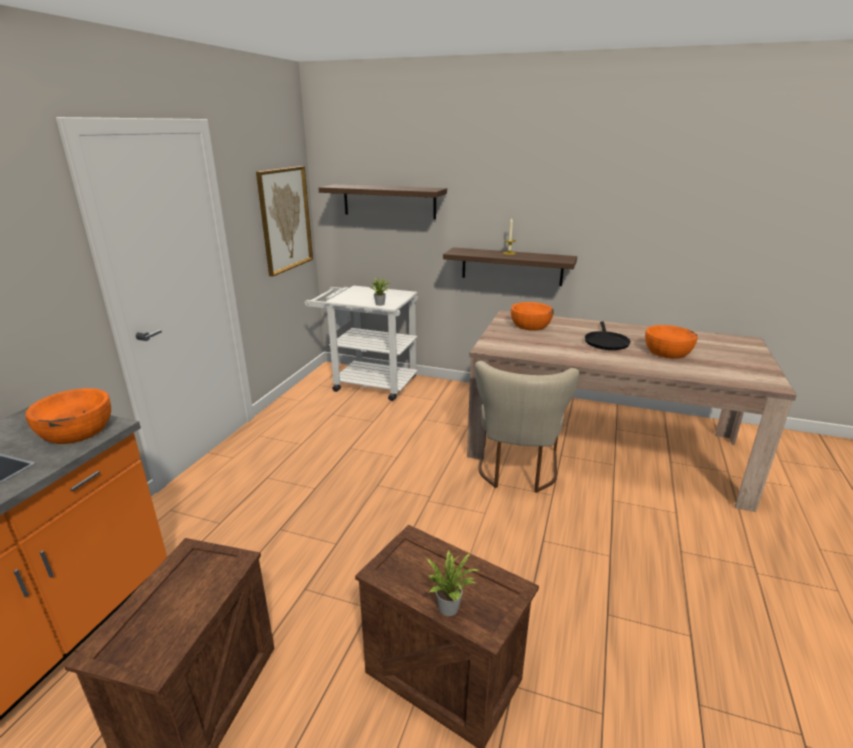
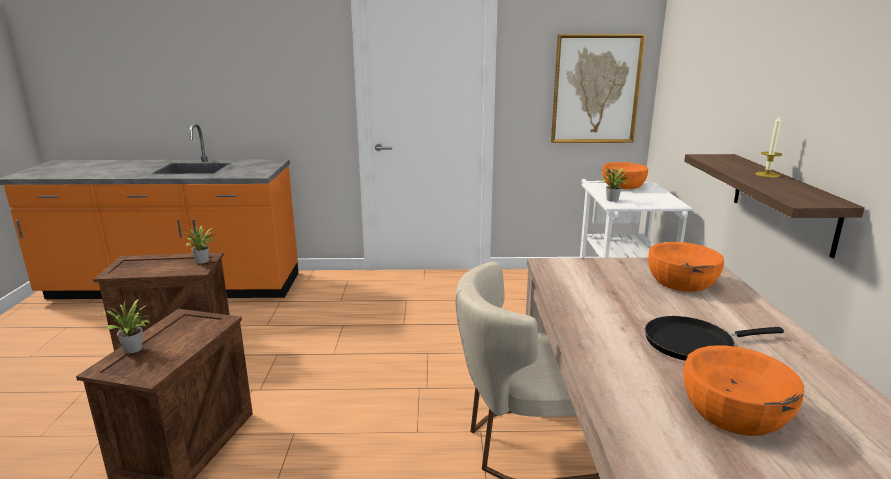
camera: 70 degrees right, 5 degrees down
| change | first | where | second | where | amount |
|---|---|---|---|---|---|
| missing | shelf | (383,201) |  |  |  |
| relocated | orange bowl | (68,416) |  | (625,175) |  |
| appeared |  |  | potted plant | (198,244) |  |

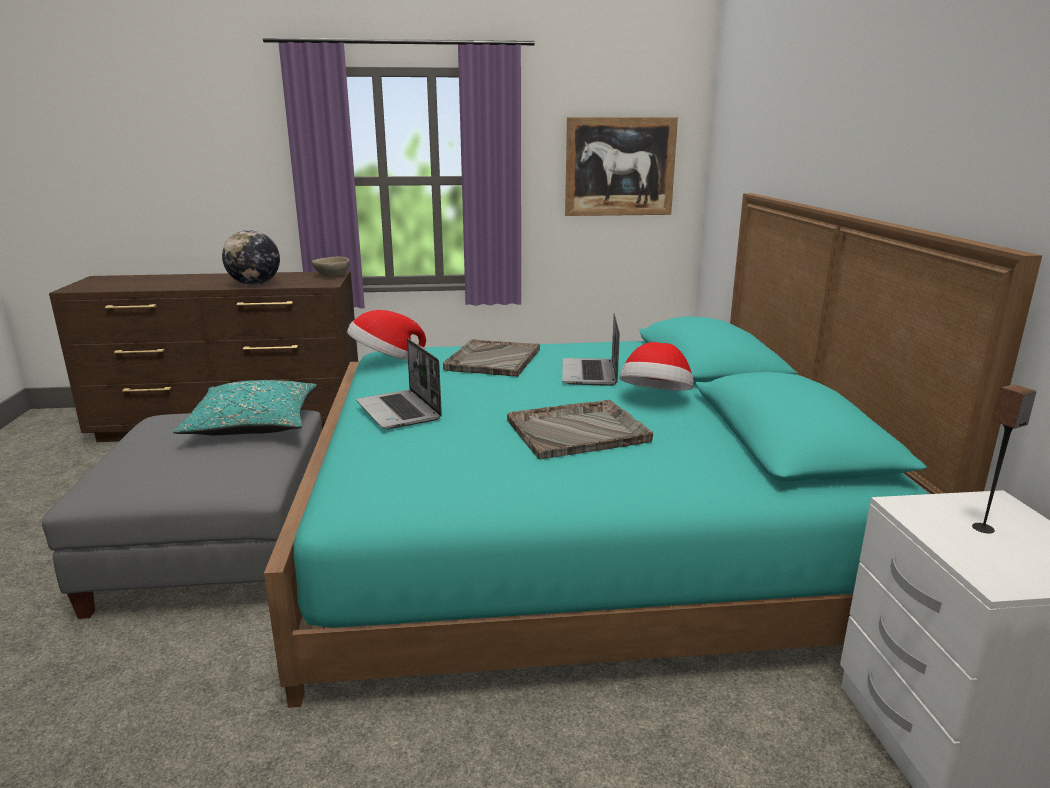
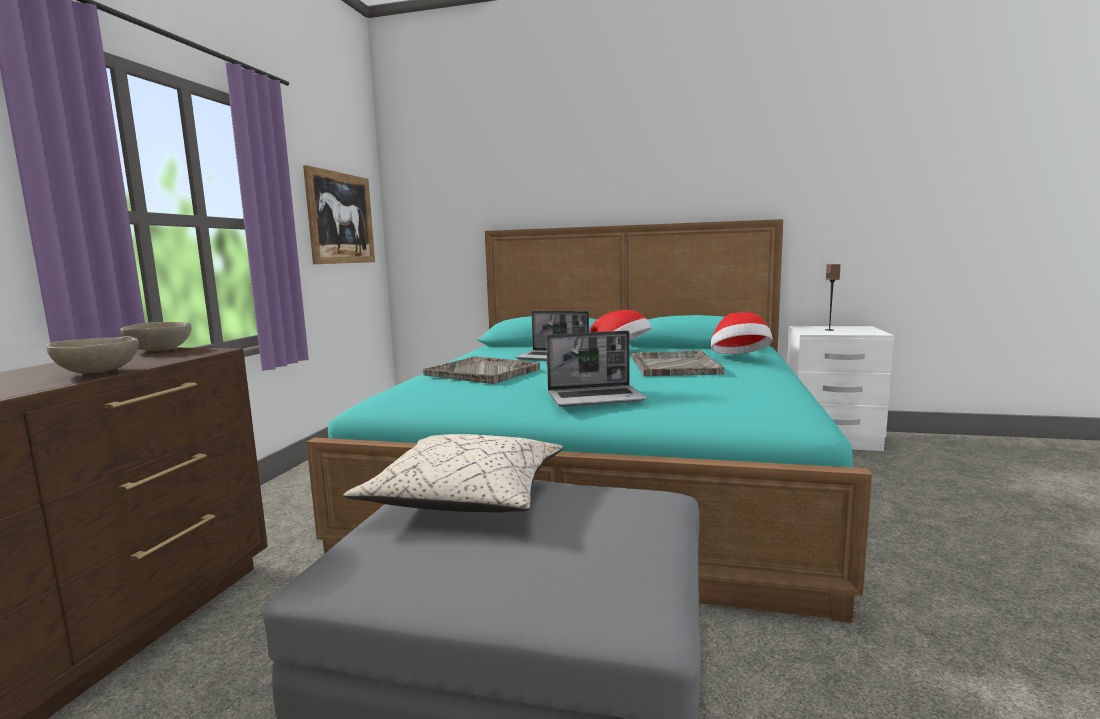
camera: 70 degrees left, 10 degrees down
| change | first | where | second | where | amount |
|---|---|---|---|---|---|
| exchanged | globe | (251,257) | beige bowl | (92,354) |  |
| relocated | hat | (386,335) |  | (742,333) |  |
| colour | turquoise pillow | (245,407) | beige pillow | (453,473) |  |

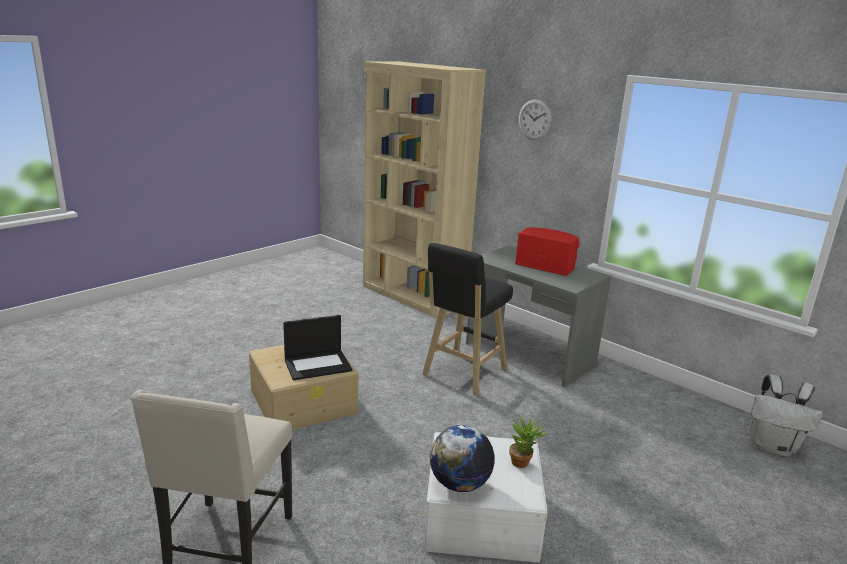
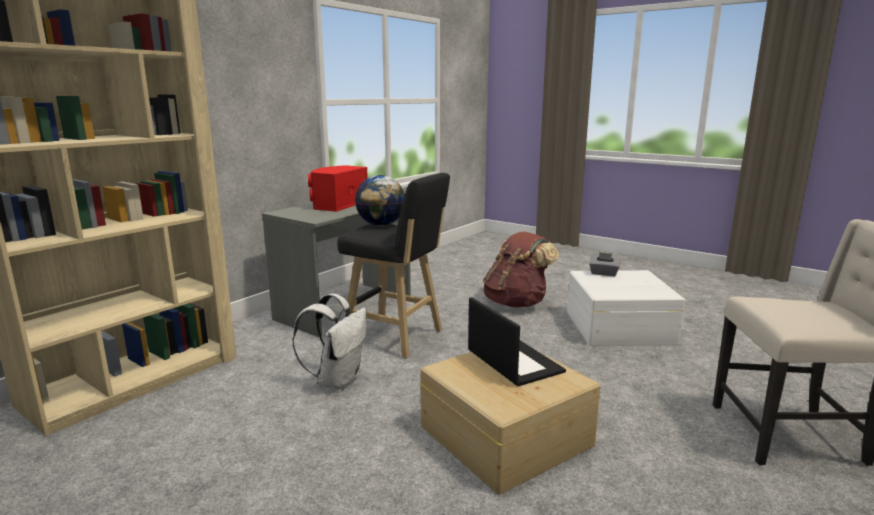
camera: 95 degrees left, 5 degrees down
| change | first | where | second | where | amount |
|---|---|---|---|---|---|
| missing | wall clock | (535,119) |  |  |  |
| relocated | white backpack | (786,416) |  | (329,342) |  |
| exchanged | potted plant | (528,441) | grey tissue box | (605,264) |  |
| relocated | globe | (462,458) |  | (380,200) |  |
| appeared |  |  | brown backpack | (521,269) |  |

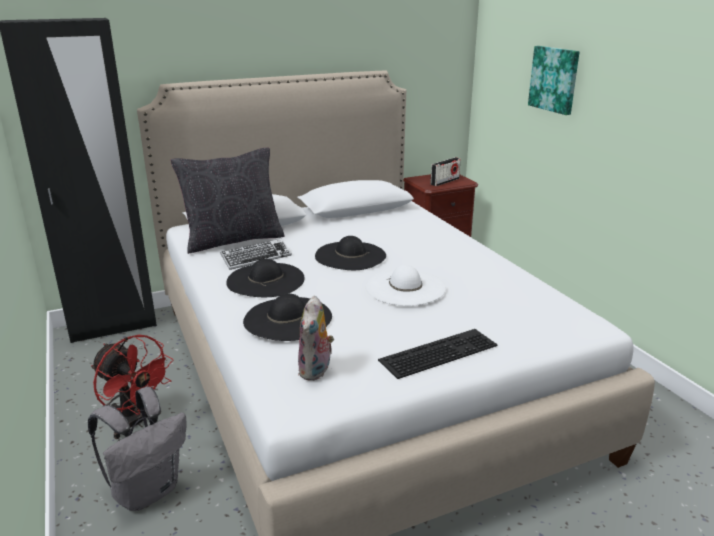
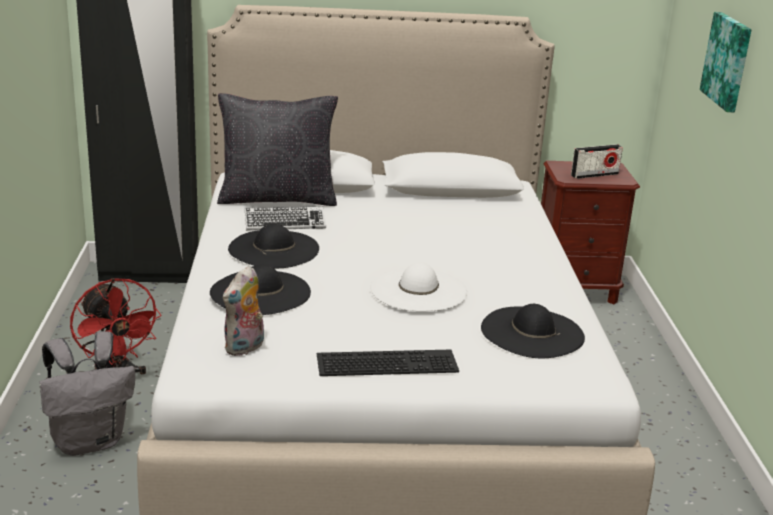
camera: 20 degrees right, 0 degrees up
| change | first | where | second | where | amount |
|---|---|---|---|---|---|
| relocated | black hat | (350,253) |  | (533,331) |  |

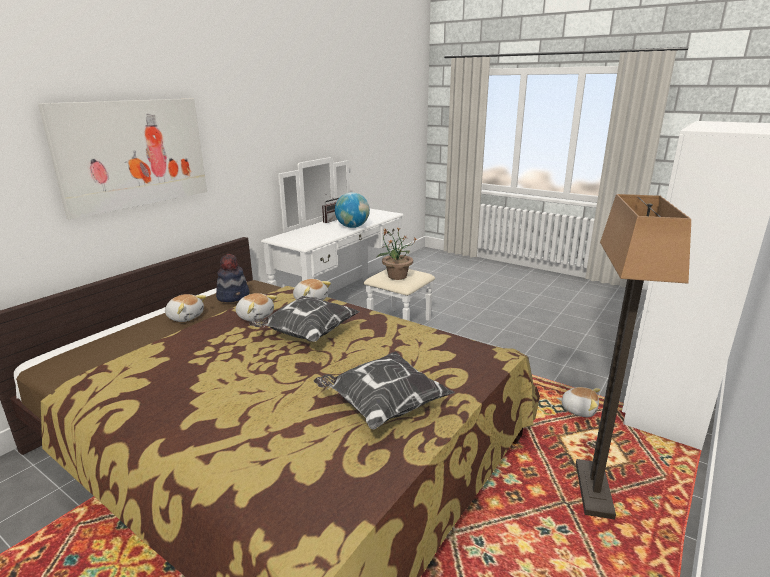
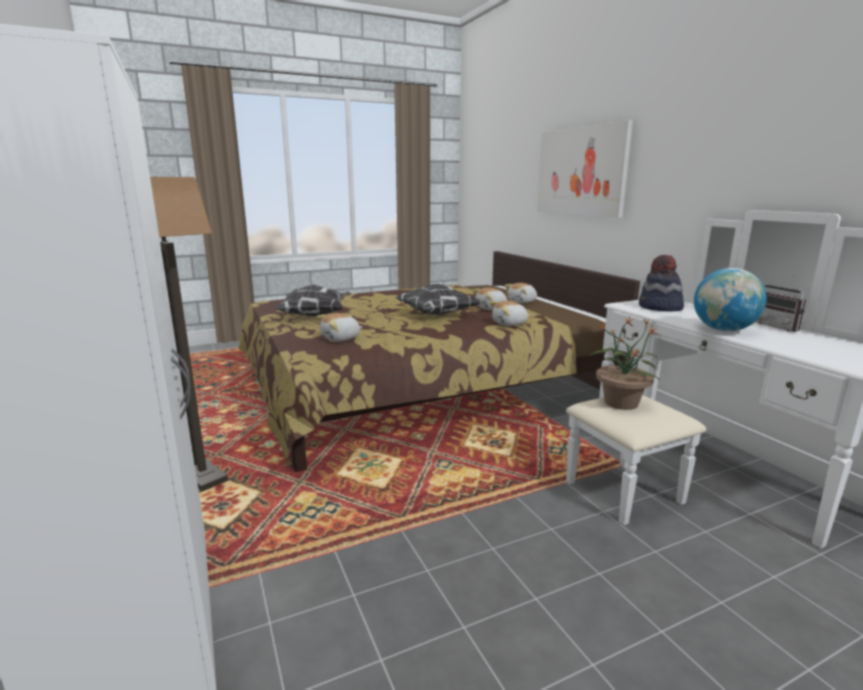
camera: 120 degrees right, 5 degrees down
| change | first | where | second | where | amount |
|---|---|---|---|---|---|
| relocated | hat | (233,278) |  | (661,283) |  |
| relocated | plush toy | (578,402) |  | (339,327) |  |

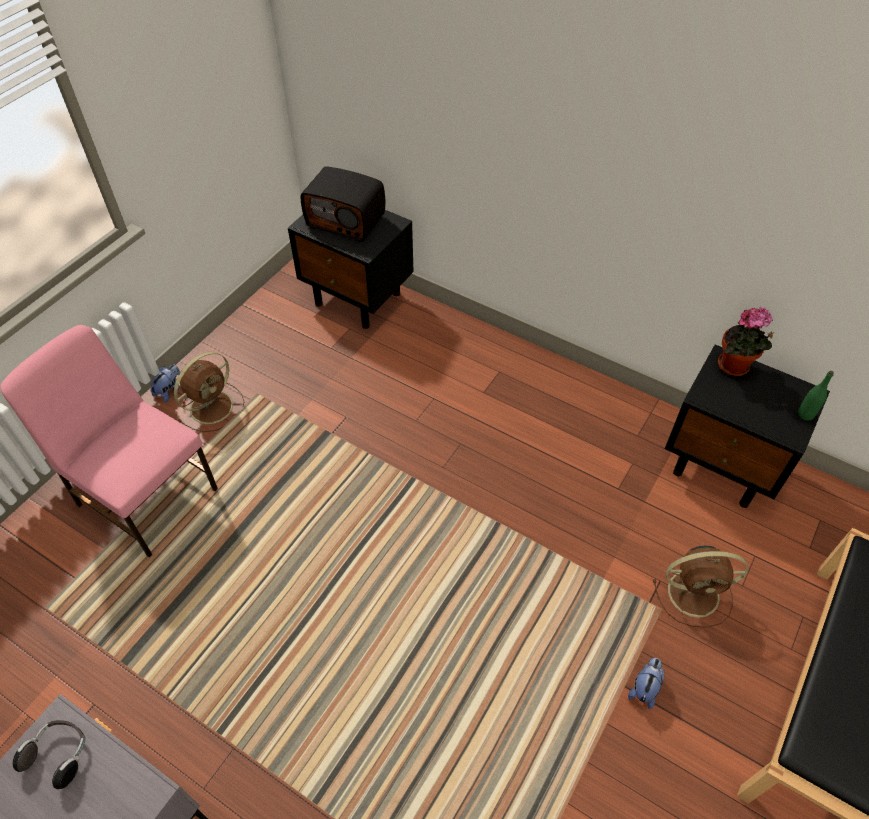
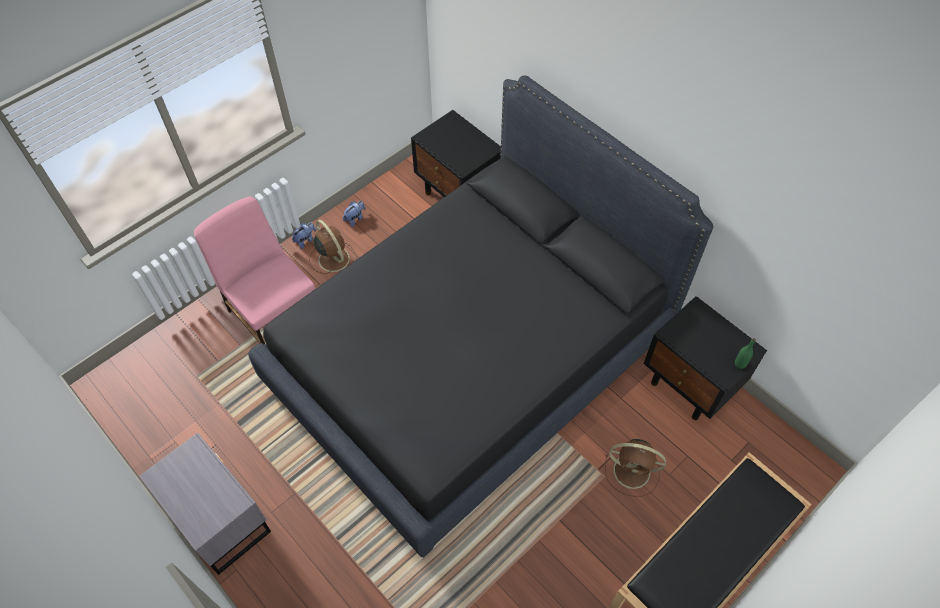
camera: 15 degrees right, 5 degrees up
| change | first | where | second | where | amount |
|---|---|---|---|---|---|
| missing | radio | (343,204) |  |  |  |
| missing | potted plant | (745,341) |  |  |  |
| spun | brown fan | (209,392) |  | (333,247) | 90 degrees counterclockwise |
| relocated | plush toy | (646,683) |  | (354,214) |  |
| missing | headphones | (49,754) |  |  |  |
| appeared |  |  | black bed | (480,316) |  |

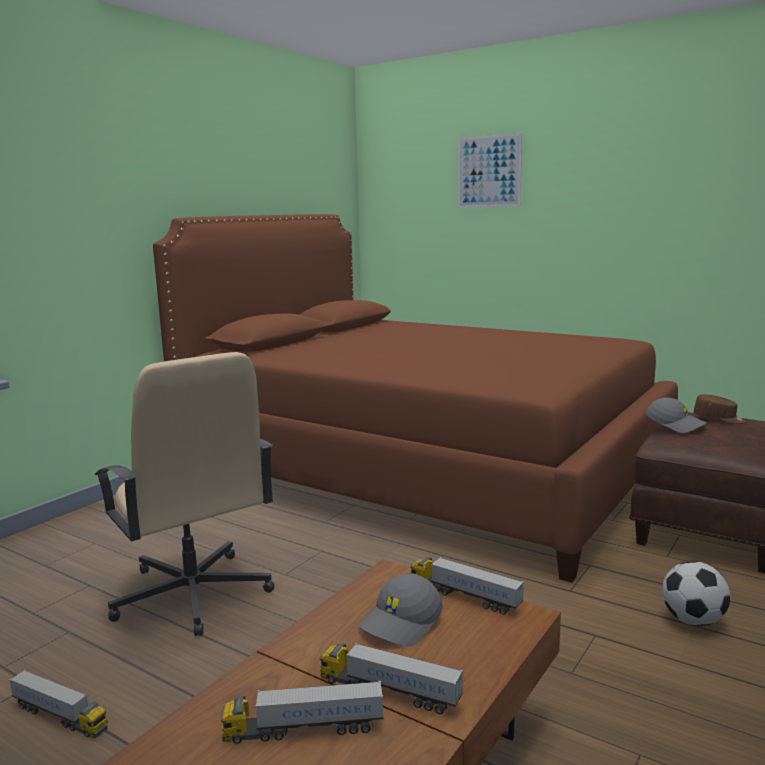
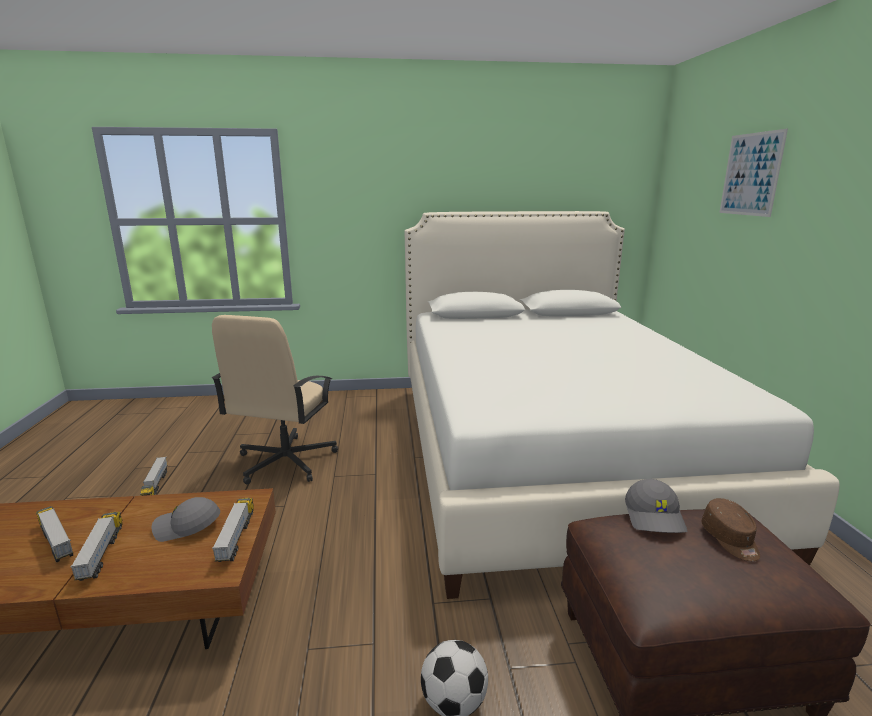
camera: 50 degrees right, 5 degrees up
| change | first | where | second | where | amount |
|---|---|---|---|---|---|
| colour | brown bed | (415,398) | white bed | (622,405) |  |

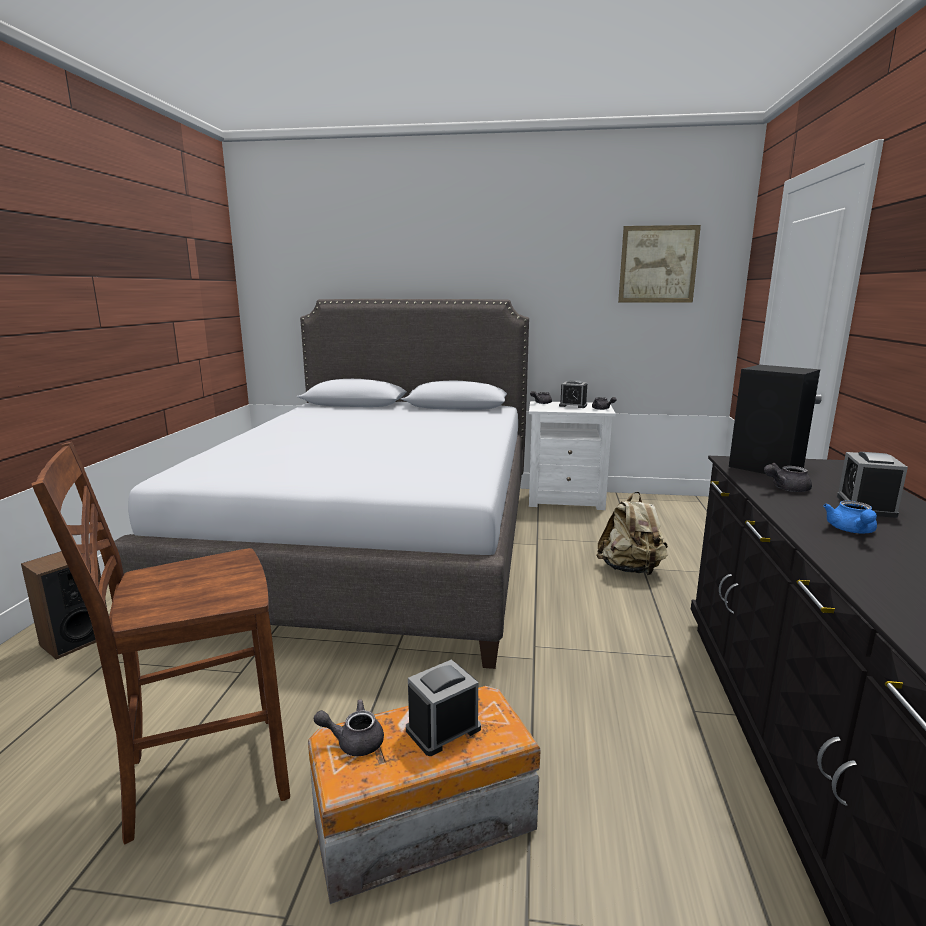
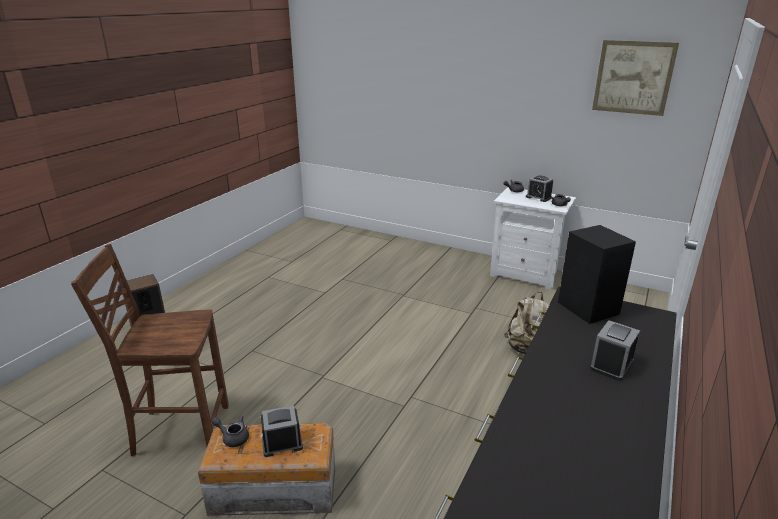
camera: 20 degrees right, 10 degrees up
| change | first | where | second | where | amount |
|---|---|---|---|---|---|
| missing | grey bed | (321,484) |  |  |  |
| missing | grey teapot | (788,477) |  |  |  |
| missing | blue teapot | (850,517) |  |  |  |

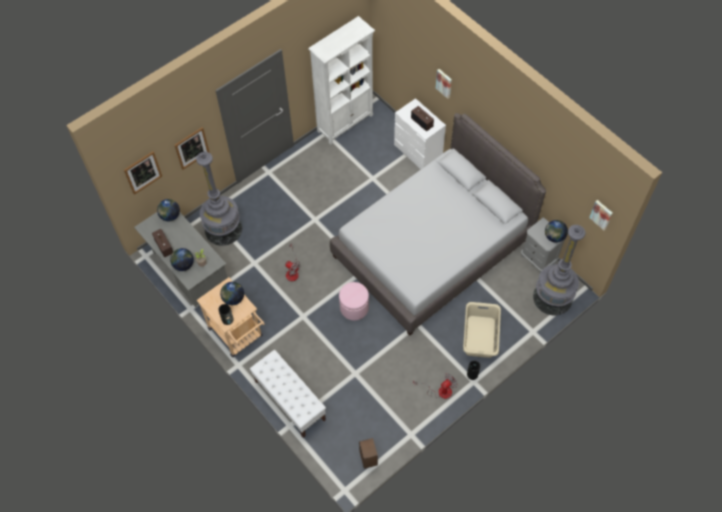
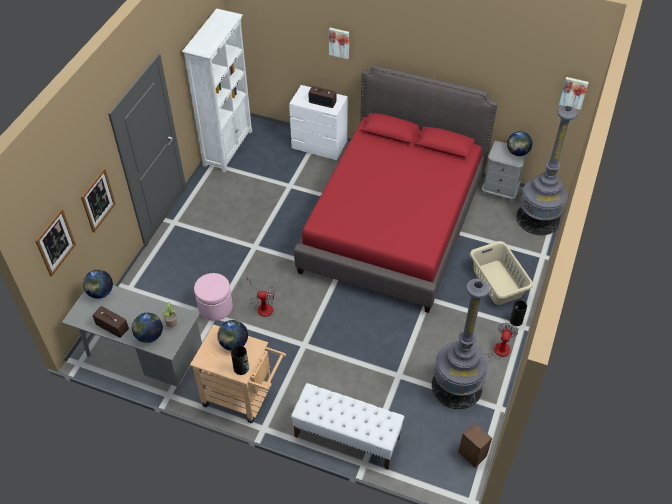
camera: 30 degrees left, 10 degrees down
| change | first | where | second | where | amount |
|---|---|---|---|---|---|
| colour | grey bed | (438,224) | red bed | (396,189) |  |
| relocated | grey floor lamp | (219,199) |  | (460,344) |  |
| relocated | pink ottoman | (354,301) |  | (213,297) |  |

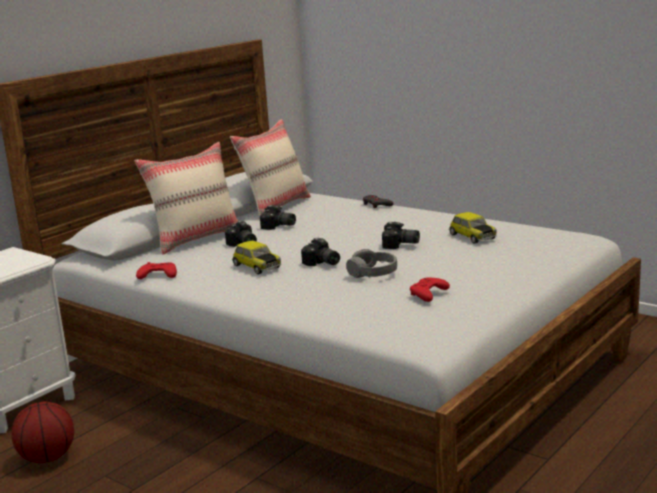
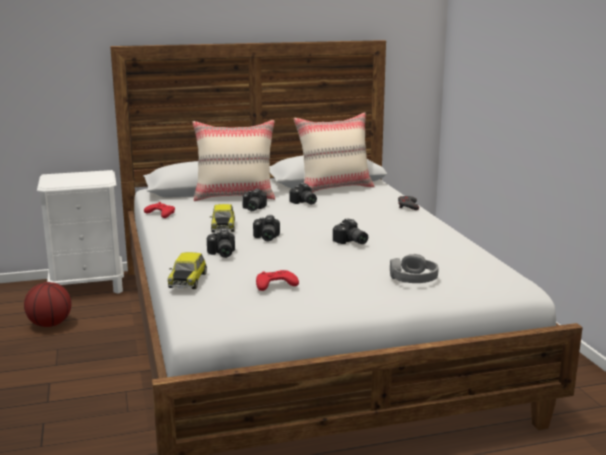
camera: 35 degrees right, 0 degrees up
| change | first | where | second | where | amount |
|---|---|---|---|---|---|
| relocated | toy car | (473,228) |  | (187,270) |  |
| relocated | grey headphones | (371,263) |  | (414,268) |  |
| appeared |  |  | photo camera | (221,243) |  |

